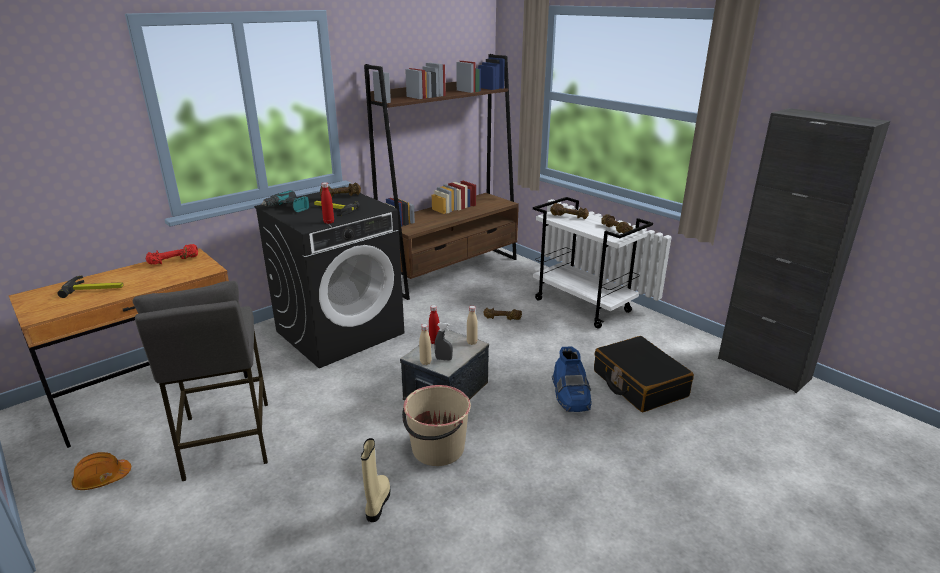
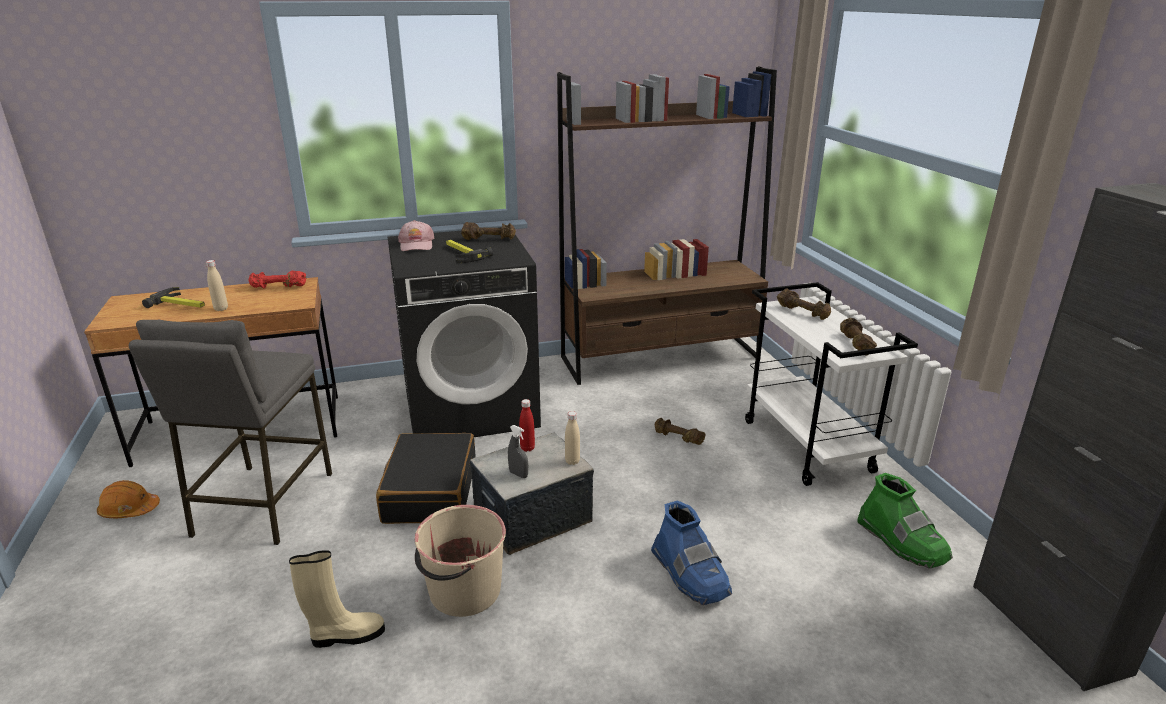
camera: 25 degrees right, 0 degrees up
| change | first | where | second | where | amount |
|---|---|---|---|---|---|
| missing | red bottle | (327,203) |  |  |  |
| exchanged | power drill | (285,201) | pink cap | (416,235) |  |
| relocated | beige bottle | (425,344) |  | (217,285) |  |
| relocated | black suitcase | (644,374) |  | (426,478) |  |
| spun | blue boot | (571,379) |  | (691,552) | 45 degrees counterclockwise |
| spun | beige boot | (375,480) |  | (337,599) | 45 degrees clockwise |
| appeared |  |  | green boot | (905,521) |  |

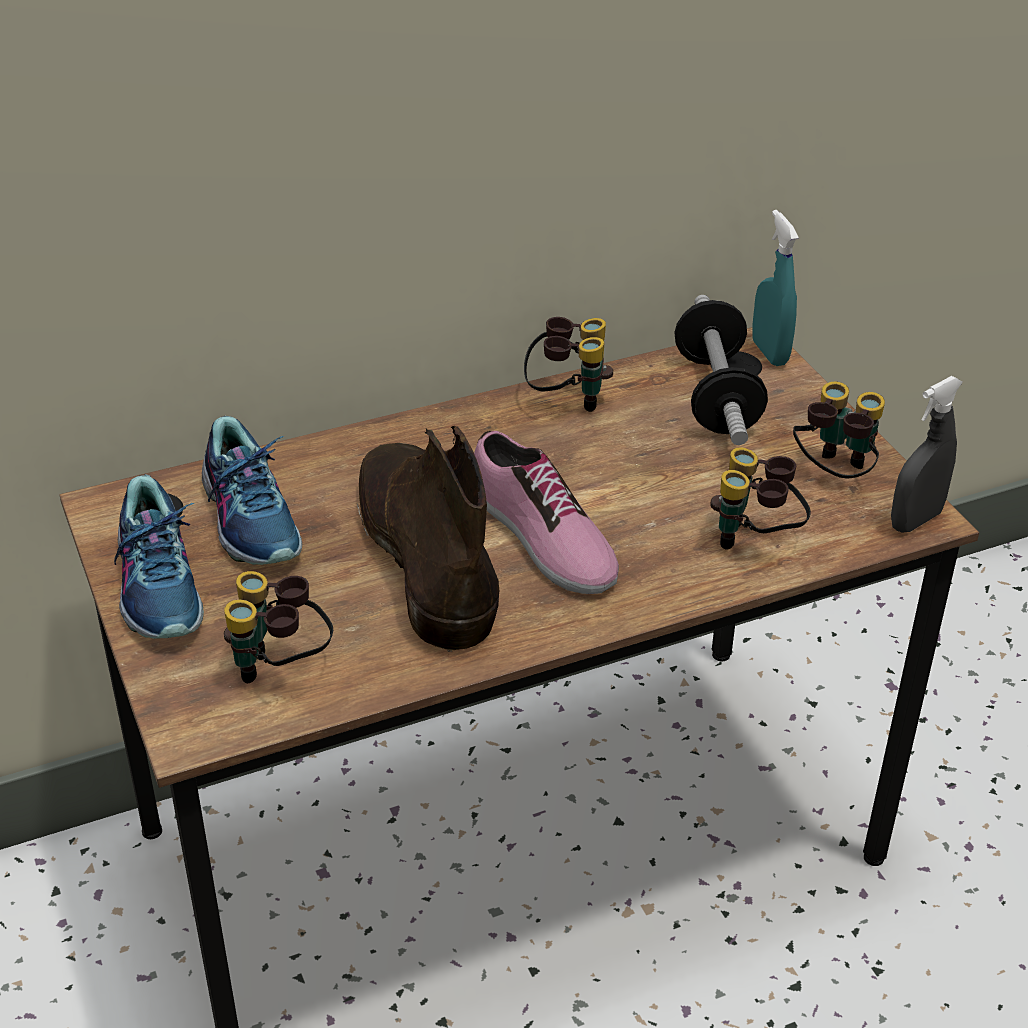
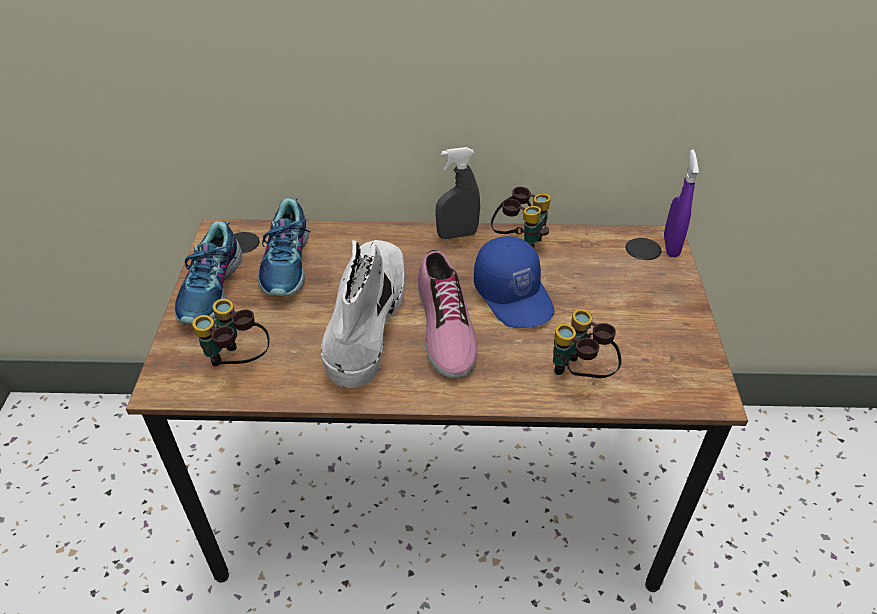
camera: 25 degrees right, 5 degrees up
| change | first | where | second | where | amount |
|---|---|---|---|---|---|
| colour | turquoise spray bottle | (775,288) | purple spray bottle | (681,203) |  |
| missing | dumbbell | (721,370) |  |  |  |
| relocated | grey spray bottle | (927,454) |  | (457,193) |  |
| missing | binoculars | (839,430) |  |  |  |
| colour | brown boot | (428,539) | white boot | (363,313) |  |
| appeared |  |  | blue cap | (514,282) |  |

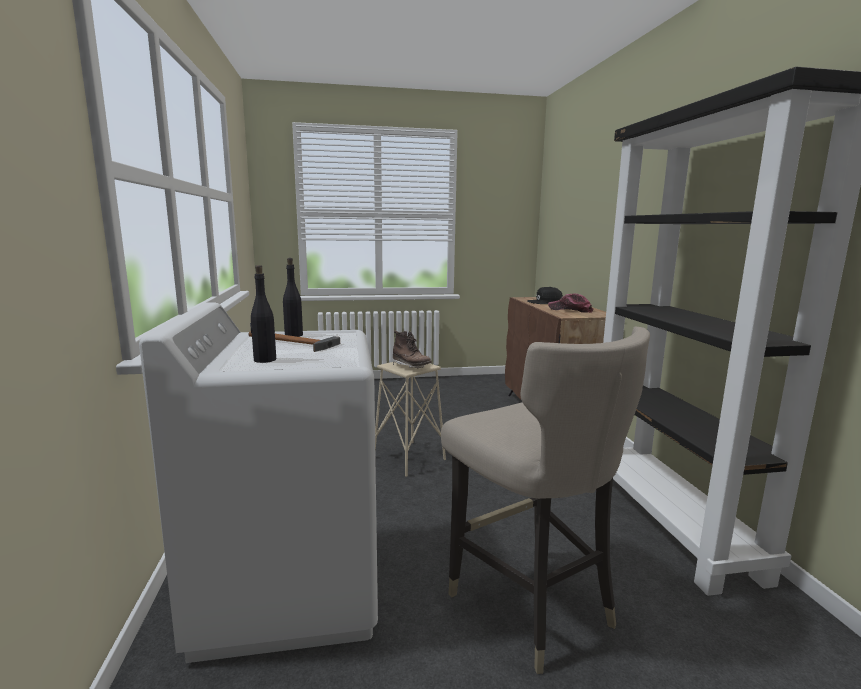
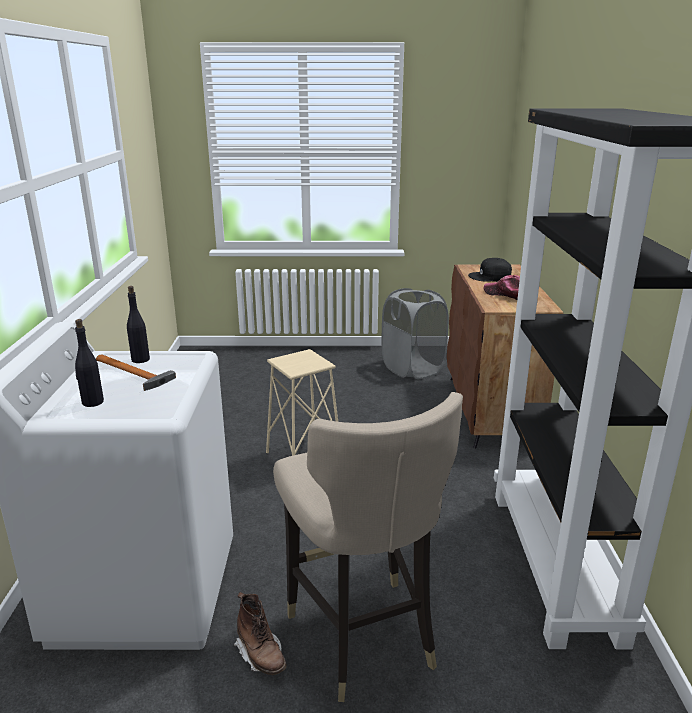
camera: 10 degrees right, 10 degrees up
| change | first | where | second | where | amount |
|---|---|---|---|---|---|
| relocated | brown boot | (412,349) |  | (260,633) |  |
| appeared |  |  | grey laundry basket | (415,333) |  |

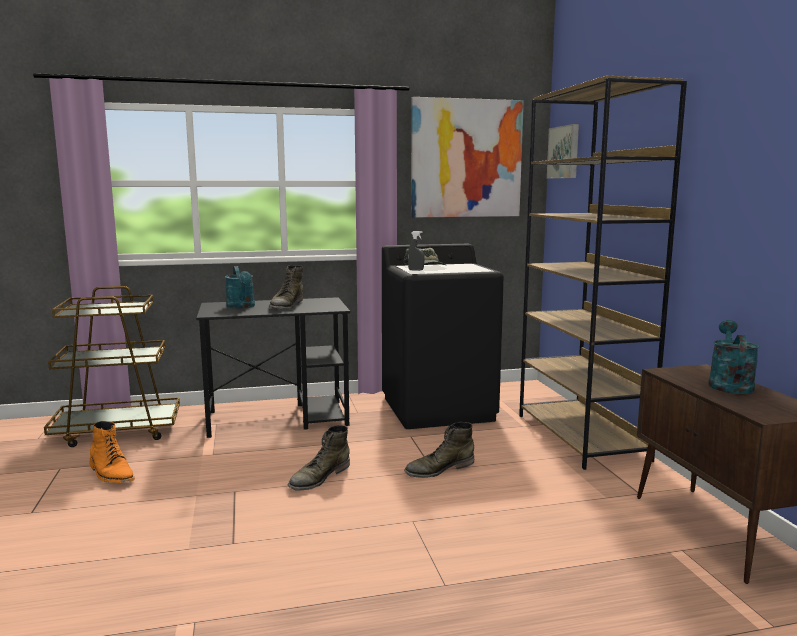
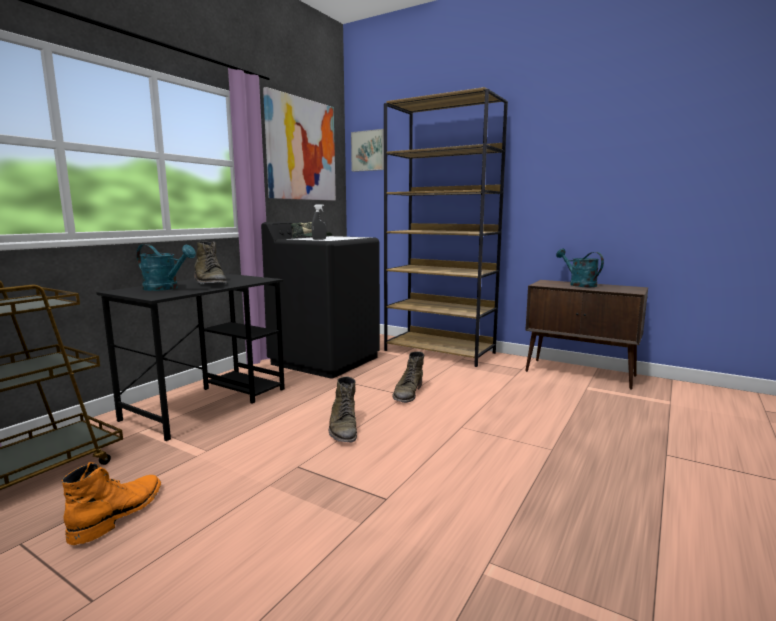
camera: 45 degrees left, 0 degrees up
| change | first | where | second | where | amount |
|---|---|---|---|---|---|
| spun | orange boot | (112,452) |  | (111,503) | 75 degrees counterclockwise |

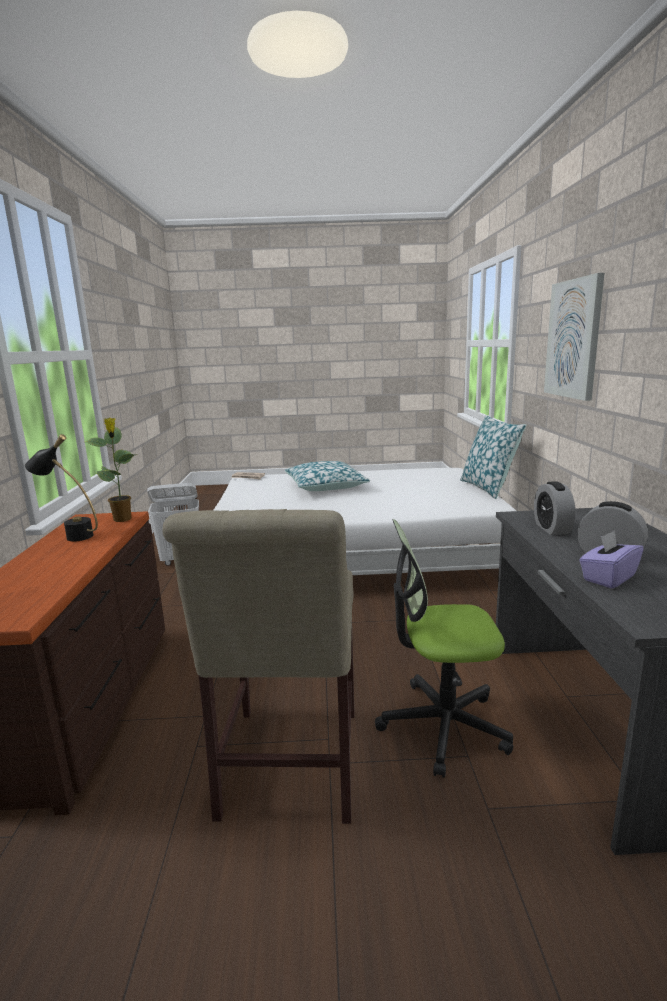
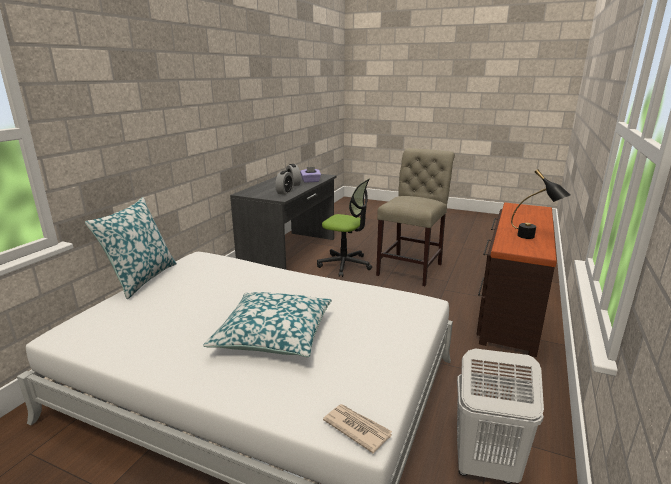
camera: 155 degrees left, 5 degrees up
| change | first | where | second | where | amount |
|---|---|---|---|---|---|
| missing | picture | (574,337) |  |  |  |
| missing | potted plant | (110,470) |  |  |  |

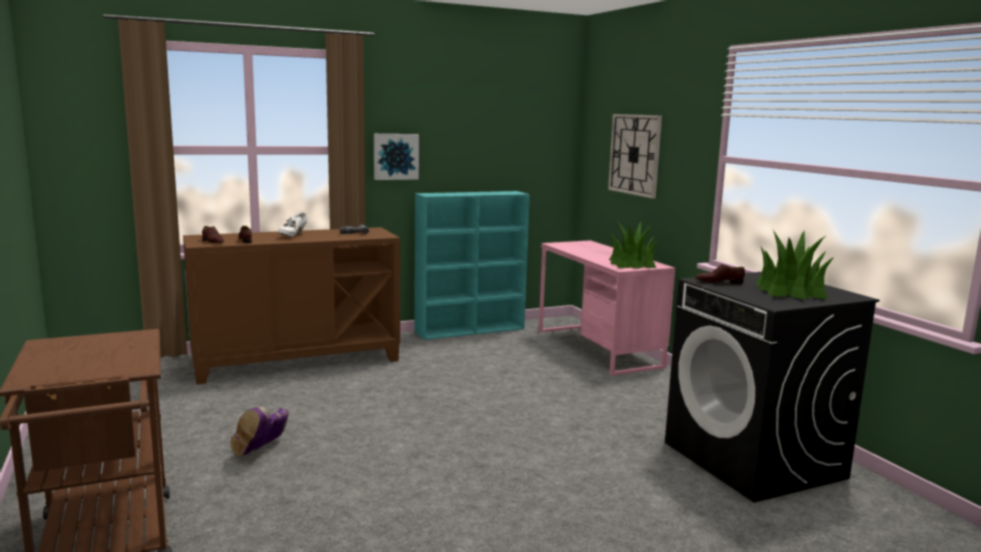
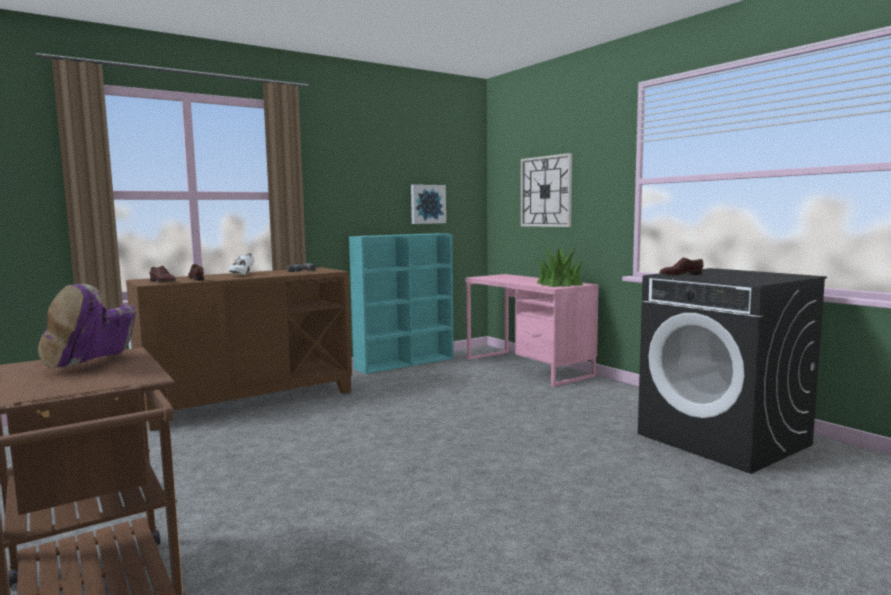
camera: 10 degrees left, 5 degrees down
| change | first | where | second | where | amount |
|---|---|---|---|---|---|
| relocated | picture | (396,157) |  | (428,204) |  |
| missing | potted plant | (795,264) |  |  |  |
| relocated | purple boot | (260,431) |  | (87,326) |  |

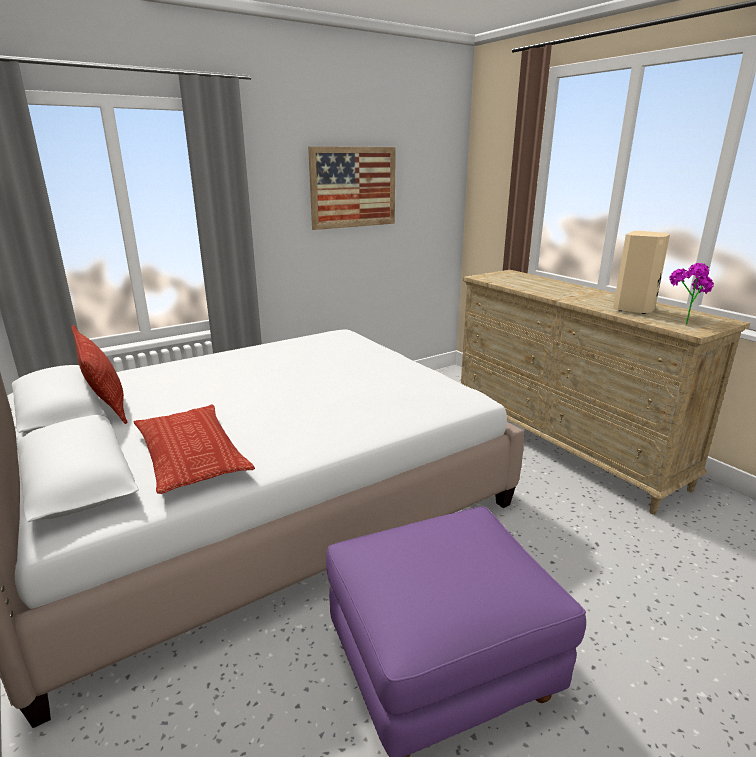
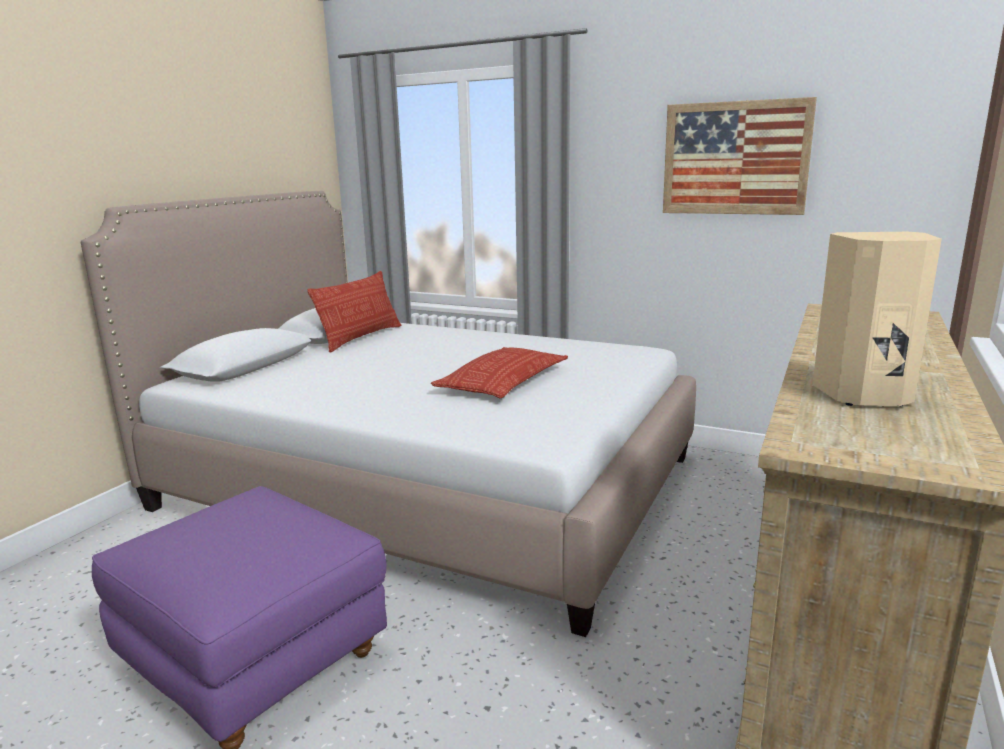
camera: 60 degrees right, 5 degrees down
| change | first | where | second | where | amount |
|---|---|---|---|---|---|
| missing | potted plant | (691,294) |  |  |  |
| relocated | pillow | (194,449) |  | (499,372) |  |

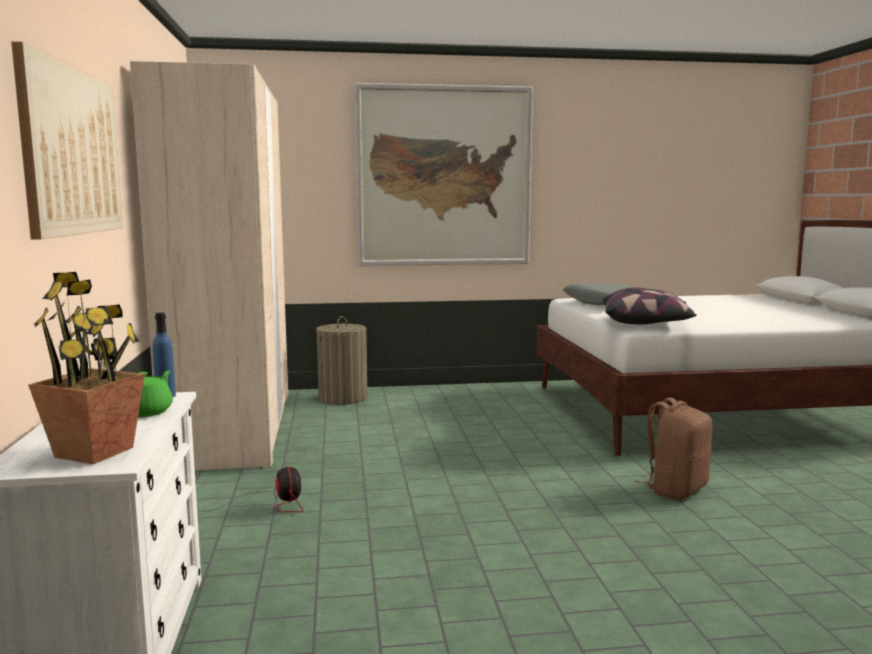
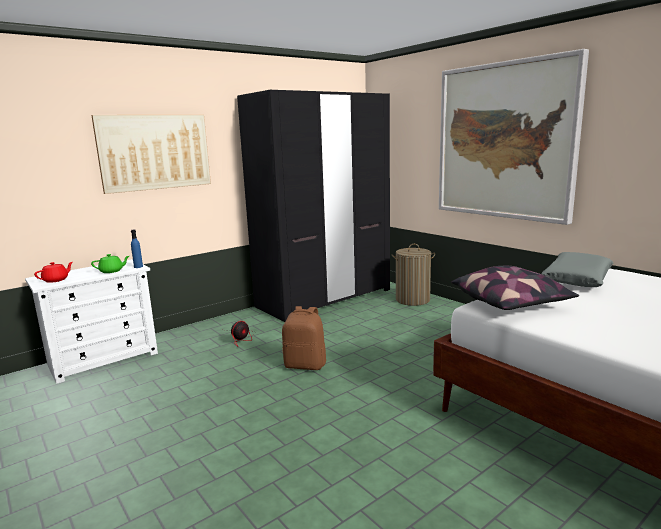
camera: 60 degrees right, 5 degrees up
| change | first | where | second | where | amount |
|---|---|---|---|---|---|
| colour | beige wardrobe | (209,266) | black wardrobe | (313,206) |  |
| exchanged | potted plant | (86,368) | red teapot | (53,272) |  |
| relocated | brown backpack | (674,448) |  | (304,338) |  |

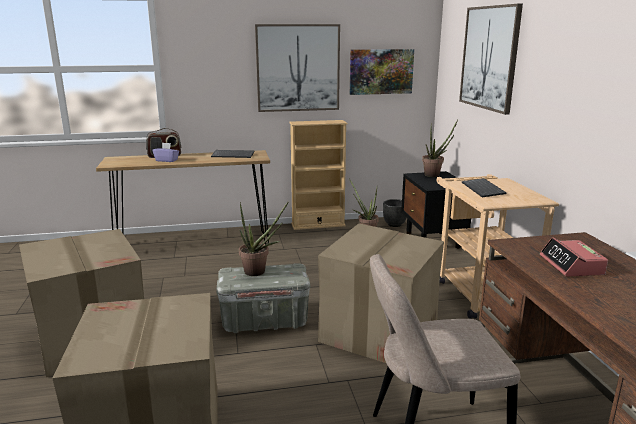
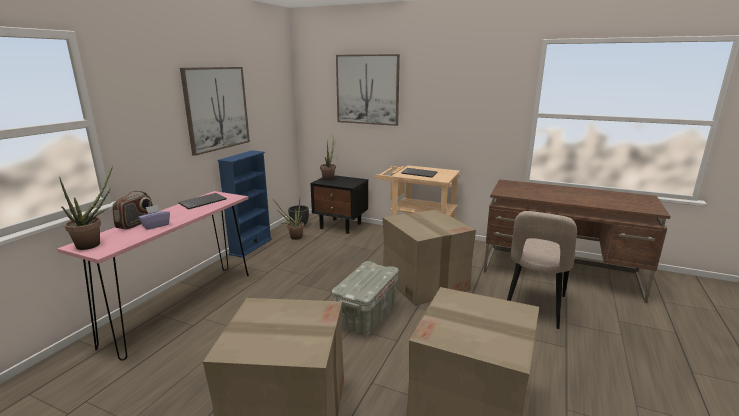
camera: 55 degrees left, 0 degrees up
| change | first | where | second | where | amount |
|---|---|---|---|---|---|
| missing | picture | (382,72) |  |  |  |
| colour | beige bookcase | (318,175) | blue bookcase | (244,204) |  |
| colour | brown console table | (183,197) | pink console table | (153,275) |  |
| relocated | potted plant | (264,238) |  | (86,207) |  |
| missing | alarm clock | (574,257) |  |  |  |

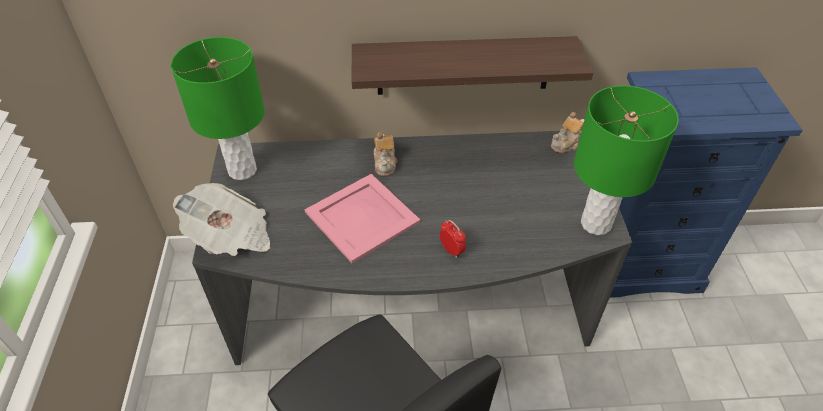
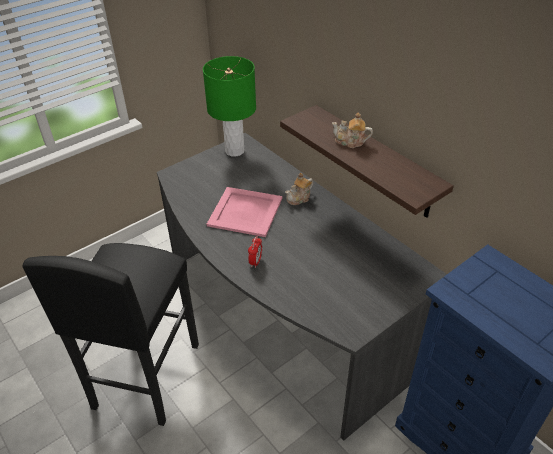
camera: 55 degrees right, 5 degrees down
| change | first | where | second | where | amount |
|---|---|---|---|---|---|
| missing | green table lamp | (626,160) |  |  |  |
| relocated | teapot | (567,132) |  | (352,130) |  |
| missing | newspaper | (221,219) |  |  |  |

